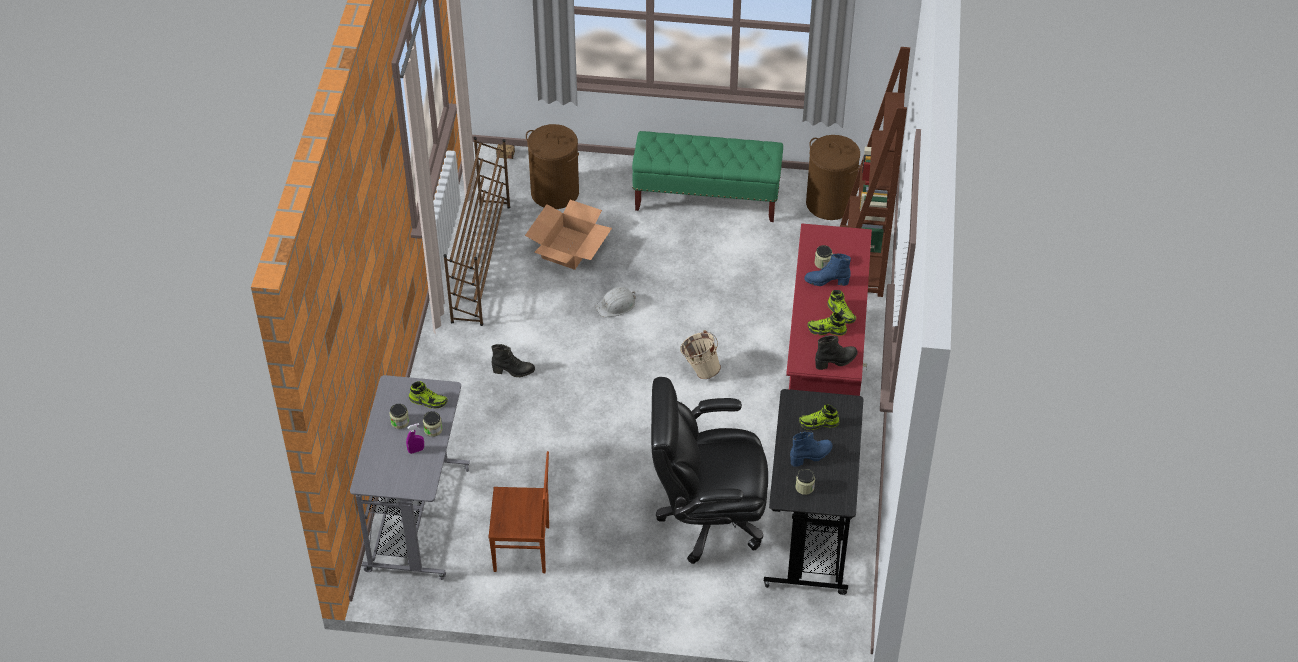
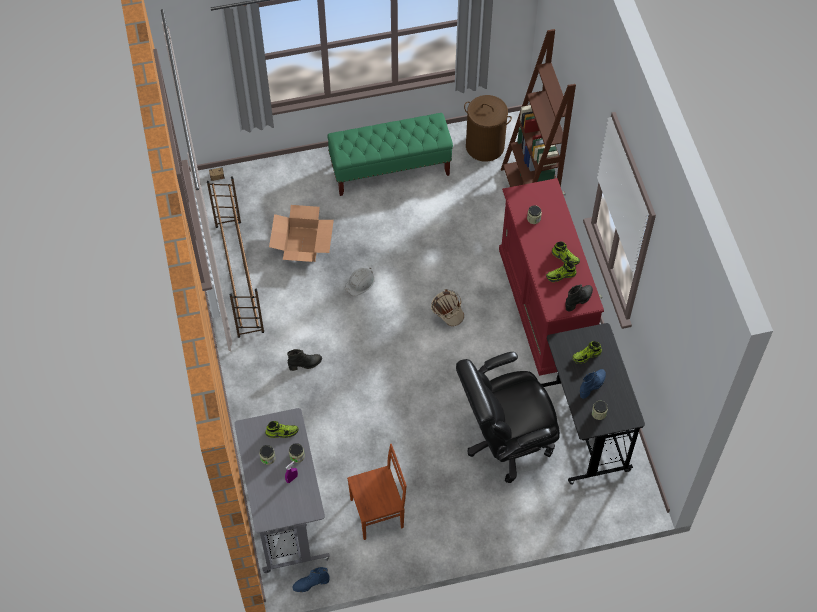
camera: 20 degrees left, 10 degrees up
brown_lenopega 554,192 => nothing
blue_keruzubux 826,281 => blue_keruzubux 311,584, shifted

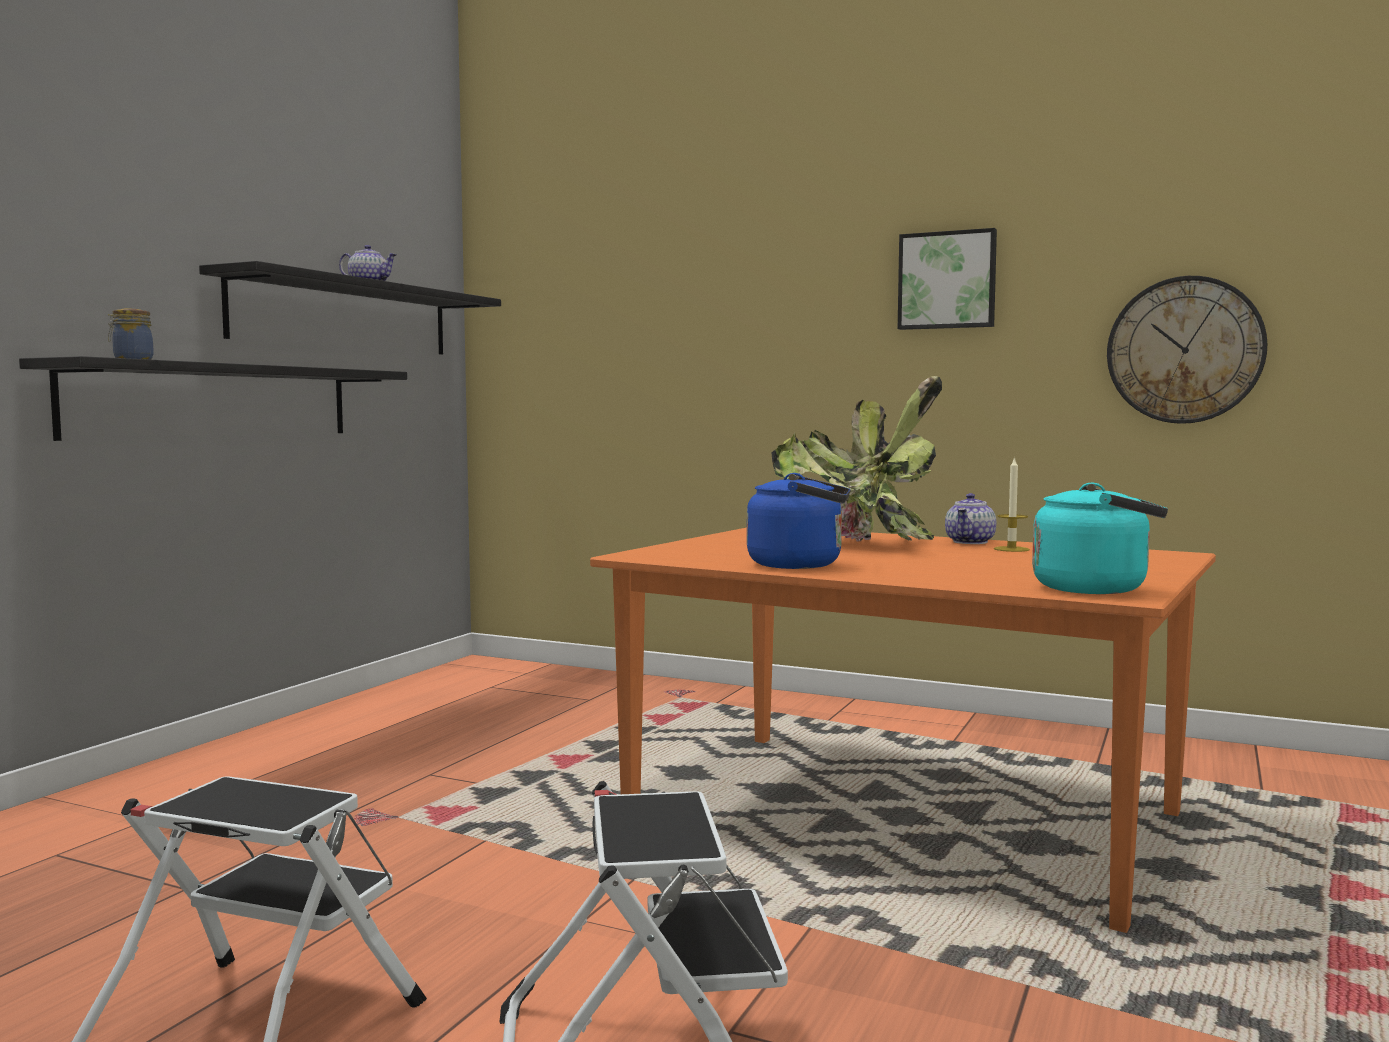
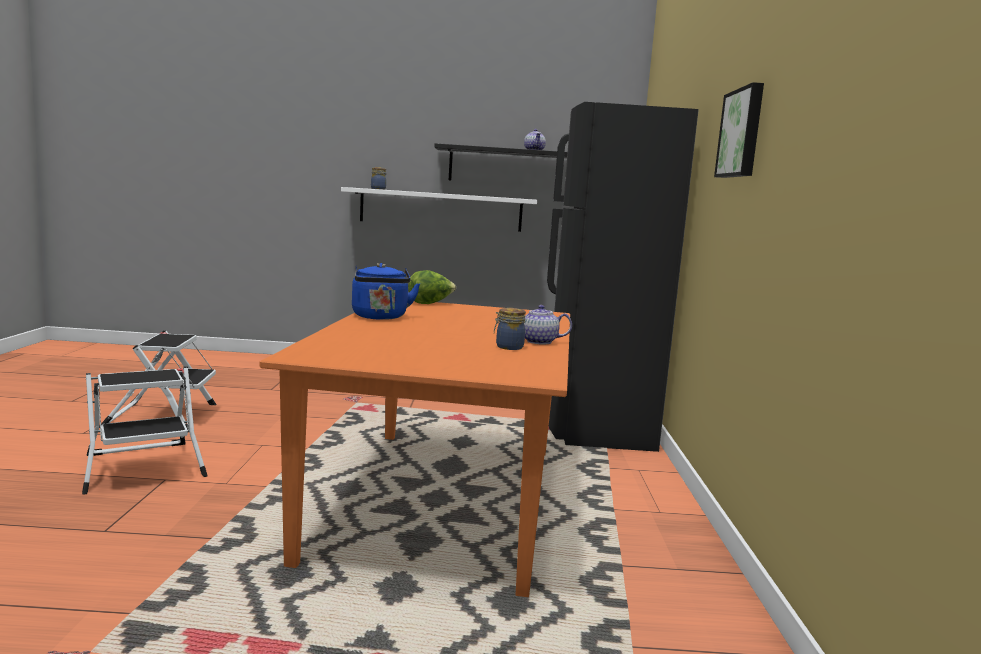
camera: 65 degrees right, 5 degrees up
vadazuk 1185,350 => nothing
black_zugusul 216,401 => white_zugusul 441,210
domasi 862,545 => nothing
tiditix 1011,549 => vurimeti 508,347
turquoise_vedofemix 1096,589 => nothing
nothing => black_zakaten 597,428
nothing => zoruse 430,303

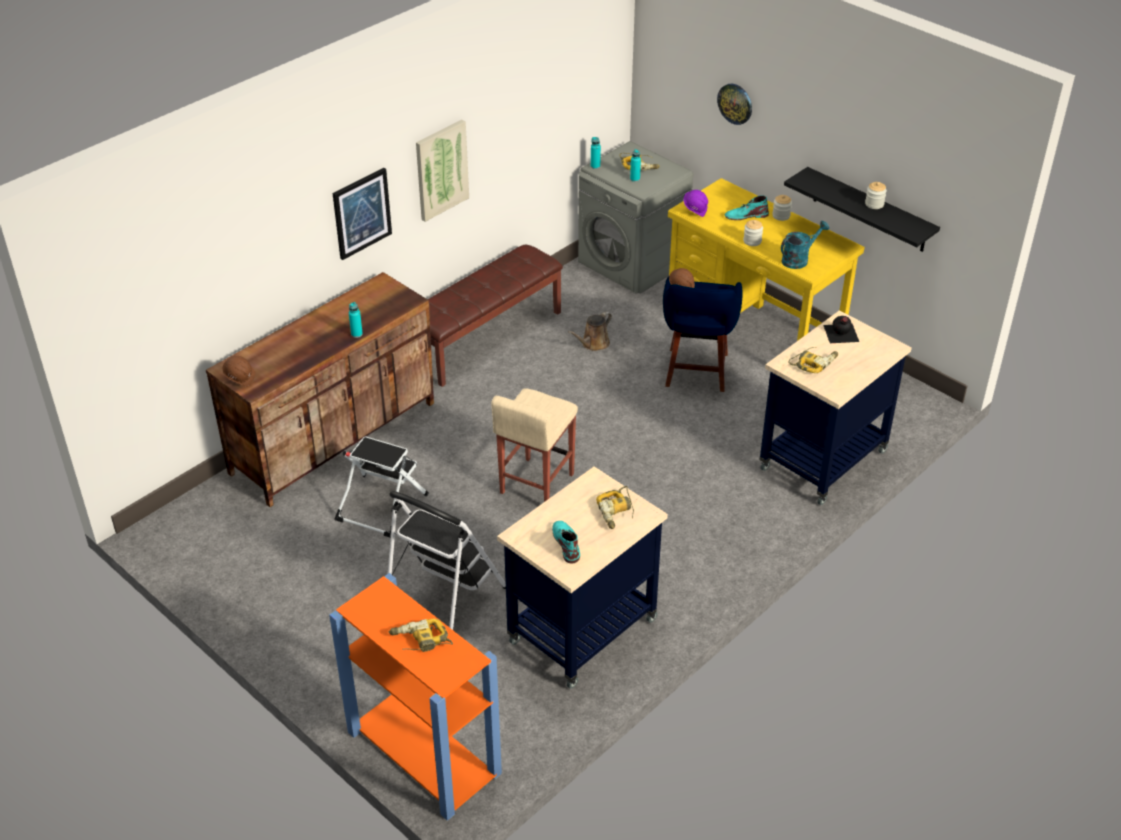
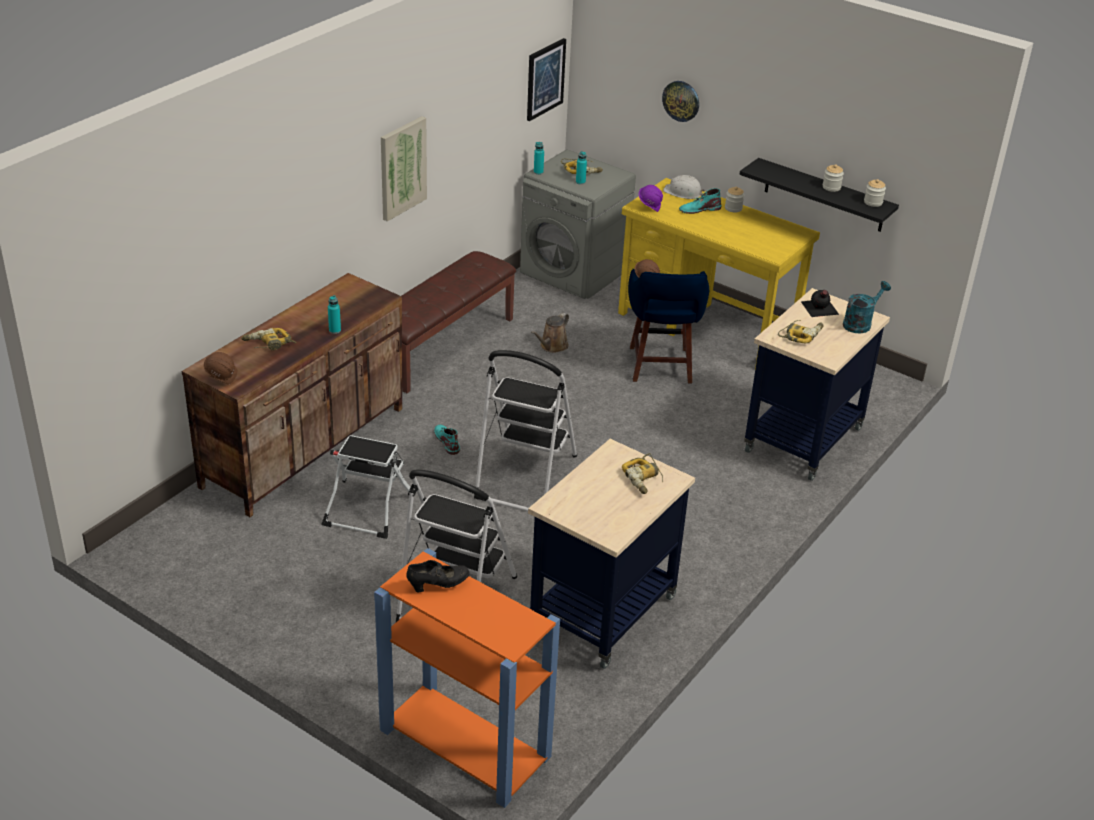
camera: 10 degrees left, 5 degrees down
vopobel 361,213 => vopobel 545,79, shifted
vurimeti 752,241 => vurimeti 873,202, shifted
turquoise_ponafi 799,259 => turquoise_ponafi 860,323, shifted
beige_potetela 536,484 => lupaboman 524,478
turquoise_keruzubux 566,543 => turquoise_keruzubux 447,441, shifted
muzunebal 420,641 => muzunebal 268,344, shifted
nothing => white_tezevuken 683,192
nothing => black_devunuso 438,585

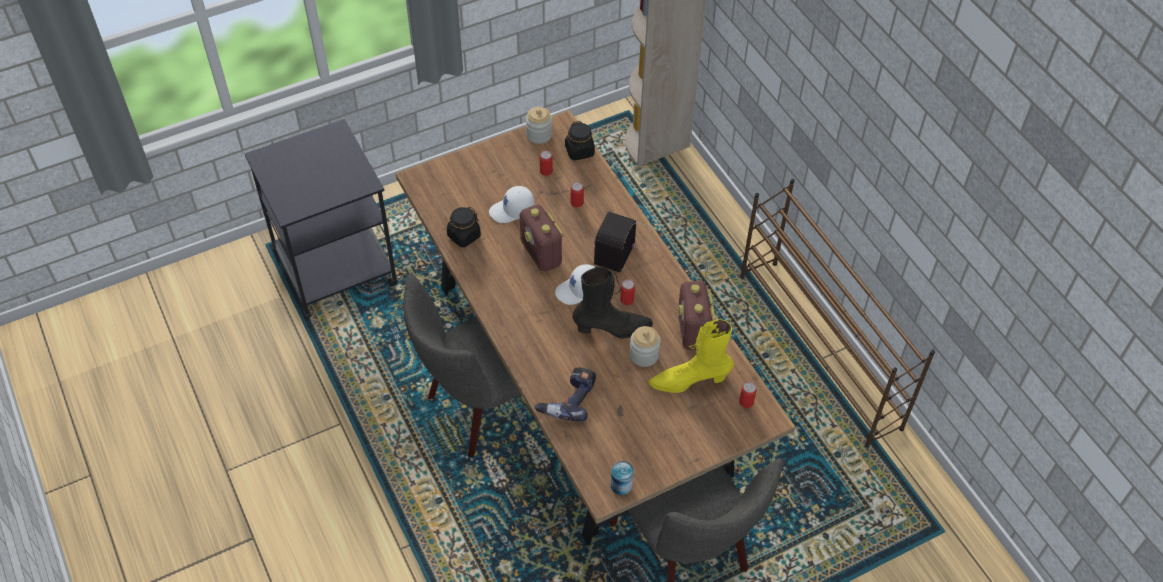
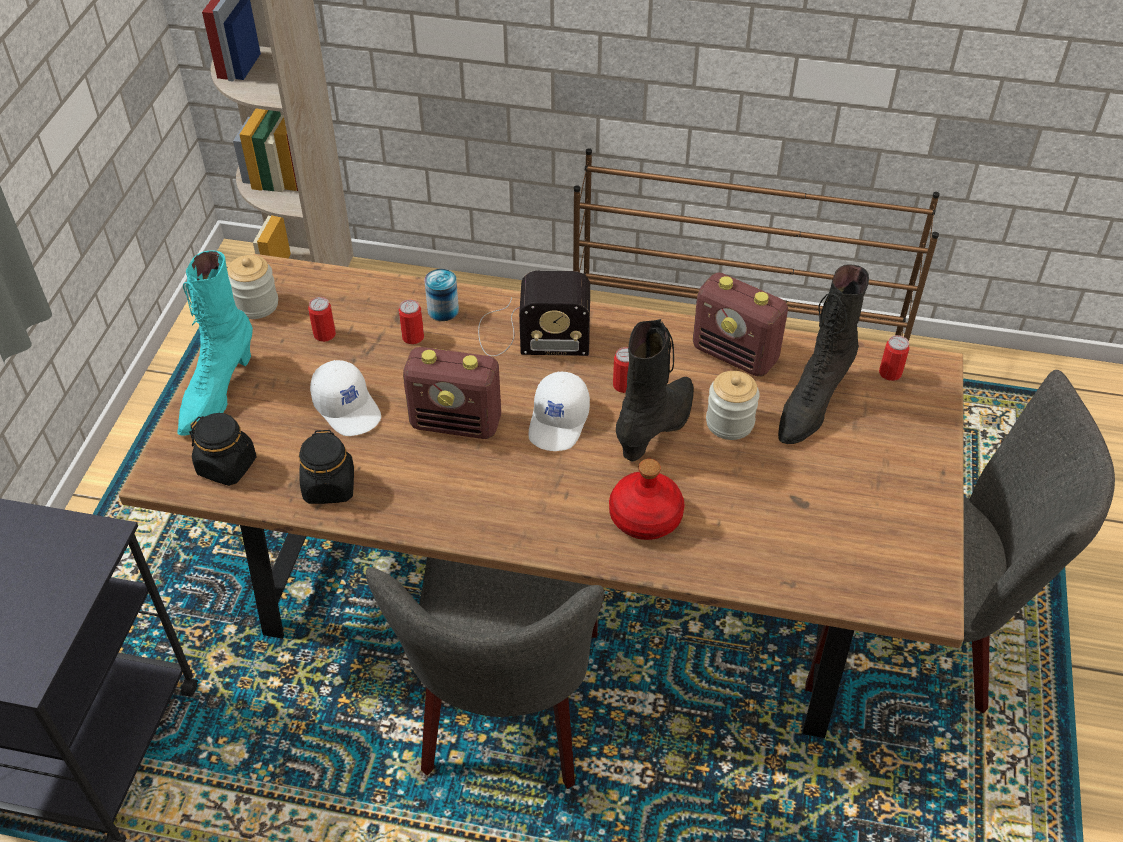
camera: 50 degrees left, 5 degrees down
black_vurimeti 579,151 => black_vurimeti 227,466, shifted
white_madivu 512,211 => white_madivu 348,408, 60 degrees counterclockwise
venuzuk 623,243 => venuzuk 530,334, 60 degrees counterclockwise
yellow_keruzubux 689,381 => black_keruzubux 811,405
muzunebal 567,399 => nothing
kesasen 621,485 => kesasen 443,310, shifted
nothing => turquoise_keruzubux 217,393
nothing => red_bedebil 645,516

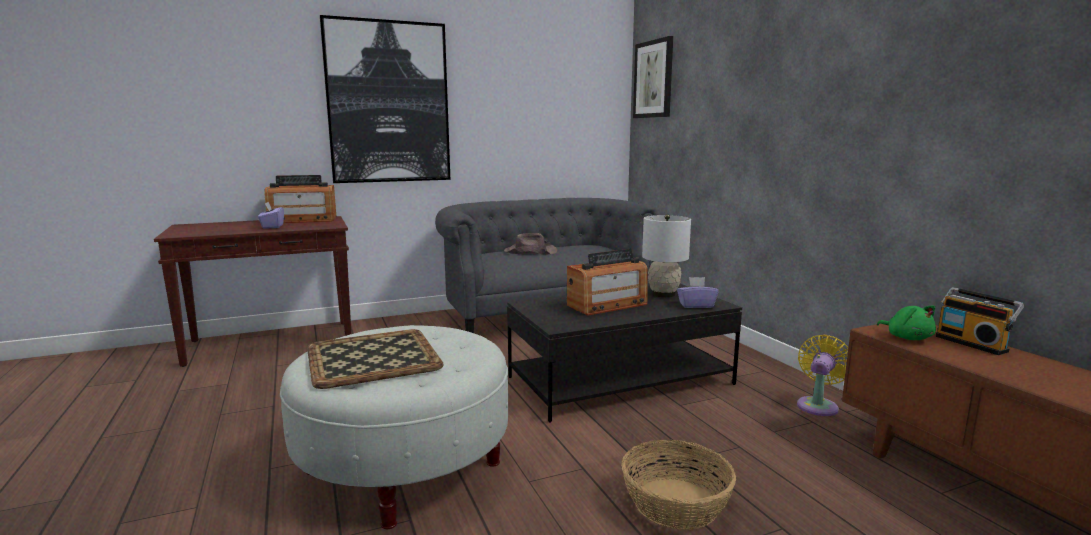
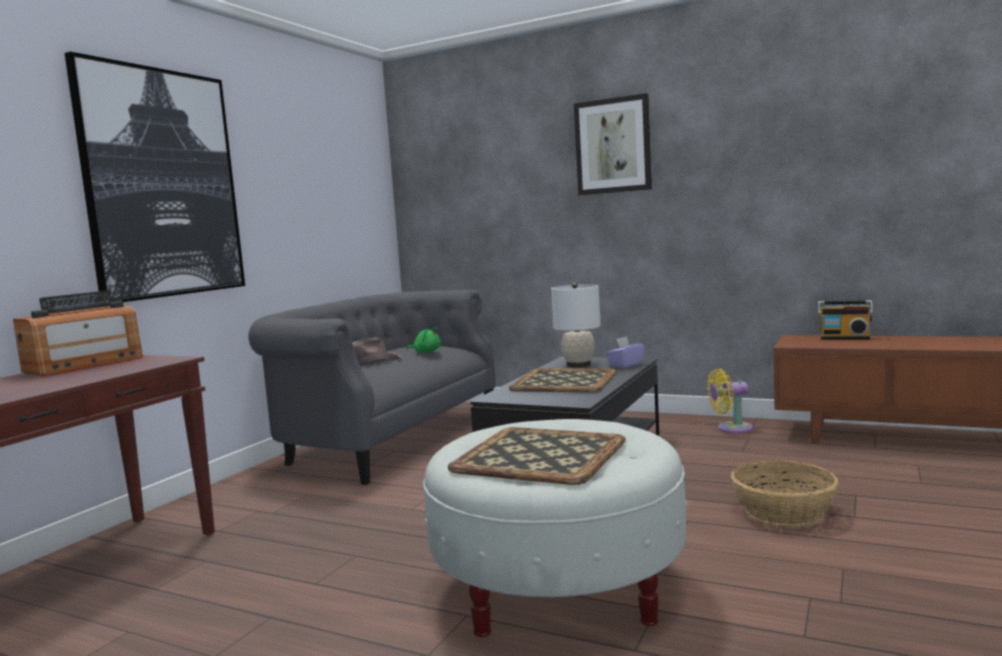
camera: 40 degrees left, 5 degrees down
vopobel 653,79 => vopobel 613,146, shifted
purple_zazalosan 272,226 => nothing
venuzuk 607,305 => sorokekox 564,381
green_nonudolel 907,337 => green_nonudolel 426,352, shifted
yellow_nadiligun 818,405 => yellow_nadiligun 731,428, 90 degrees counterclockwise

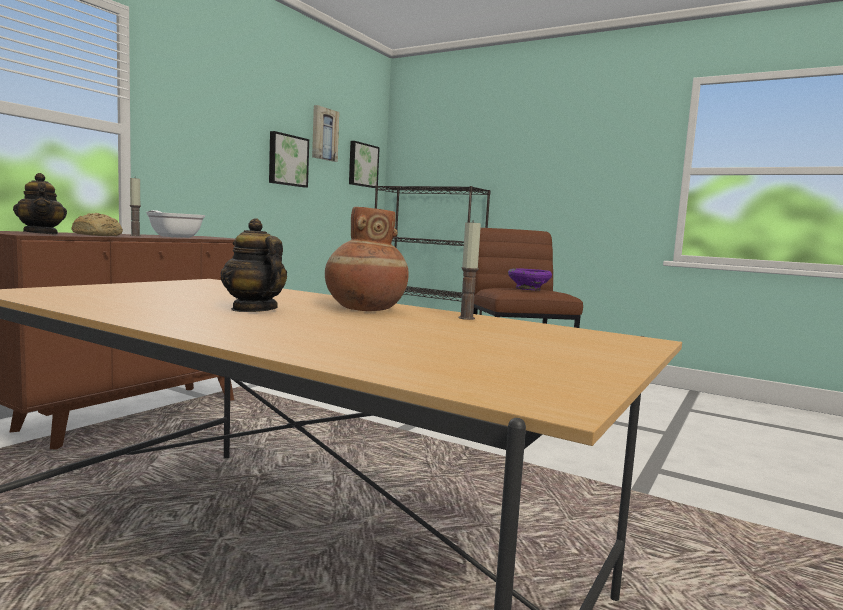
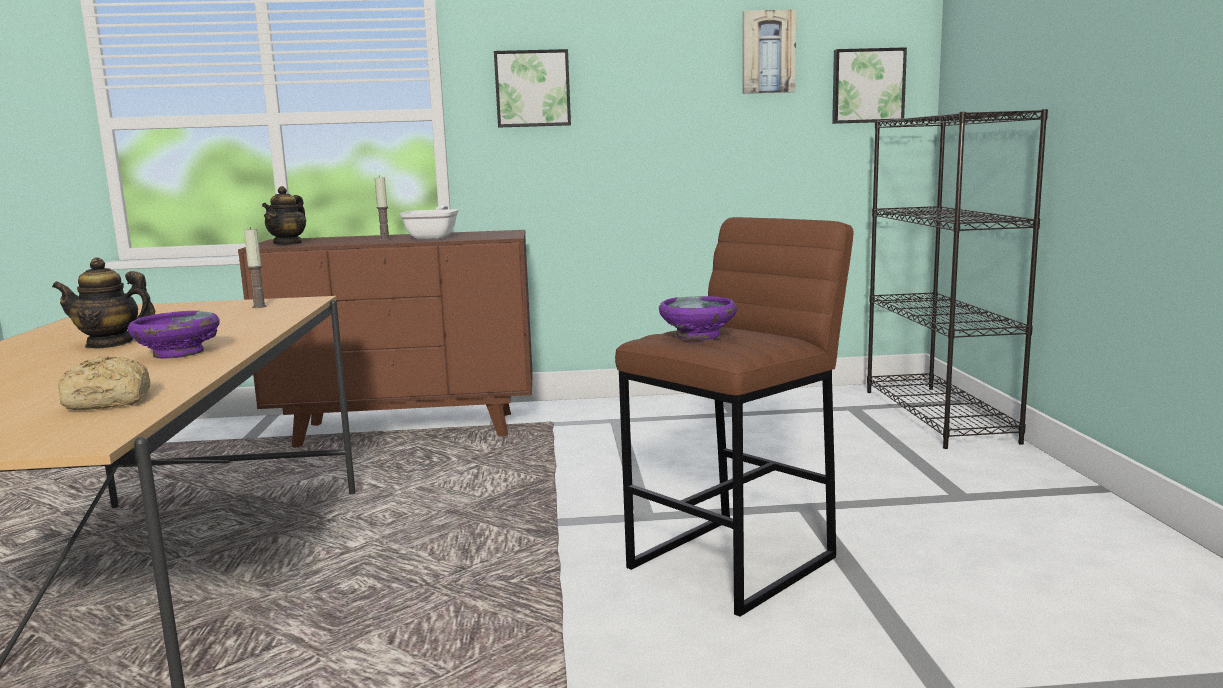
camera: 55 degrees right, 5 degrees up
vopobel 287,160 => vopobel 532,89, shifted
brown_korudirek 364,309 => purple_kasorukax 177,353
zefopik 98,235 => zefopik 111,401, shifted
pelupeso 253,309 => pelupeso 110,344, 105 degrees counterclockwise
tiditix 466,318 => tiditix 259,307, shifted

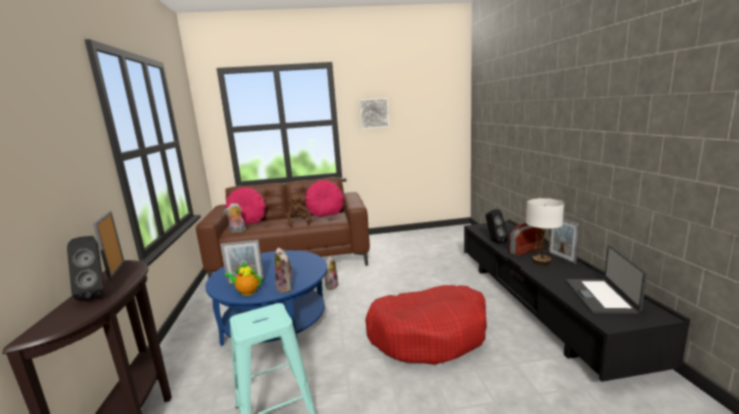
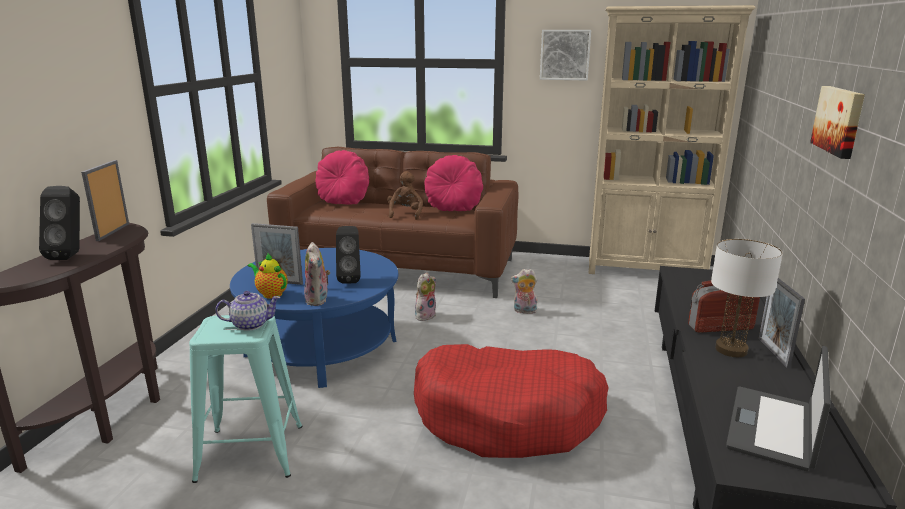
camera: 20 degrees right, 5 degrees up
nonudolel 237,231 => nonudolel 524,311, shifted
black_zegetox 494,241 => black_zegetox 350,279, shifted
nothing => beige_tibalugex 646,270
nothing => vopobel 840,120
nothing => pelupeso 250,324

